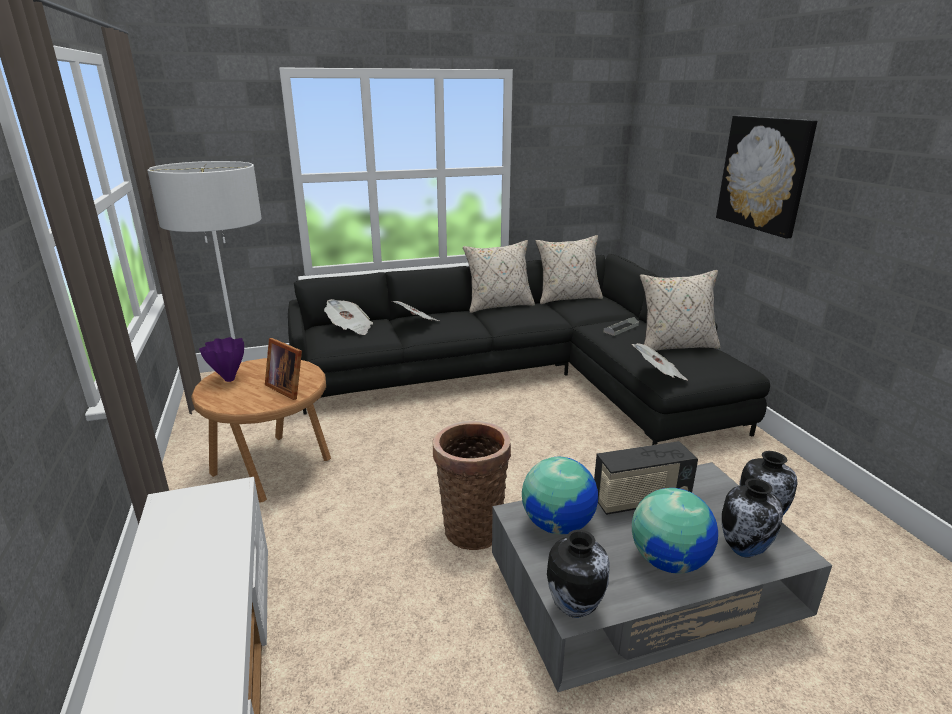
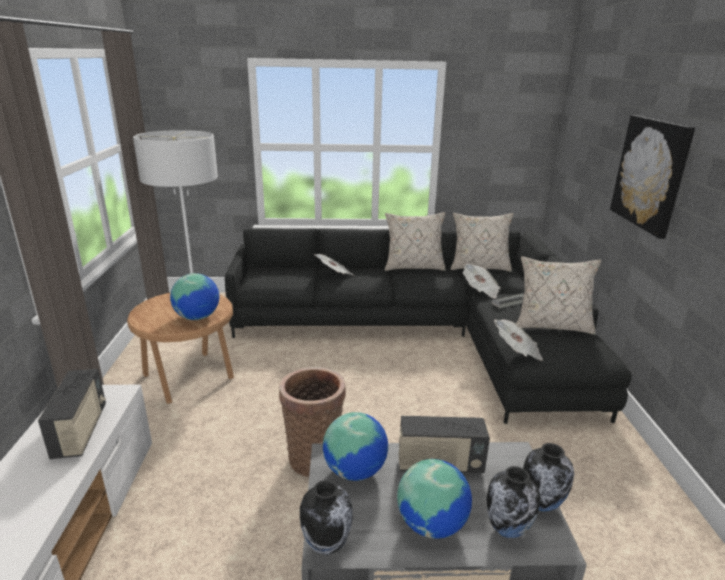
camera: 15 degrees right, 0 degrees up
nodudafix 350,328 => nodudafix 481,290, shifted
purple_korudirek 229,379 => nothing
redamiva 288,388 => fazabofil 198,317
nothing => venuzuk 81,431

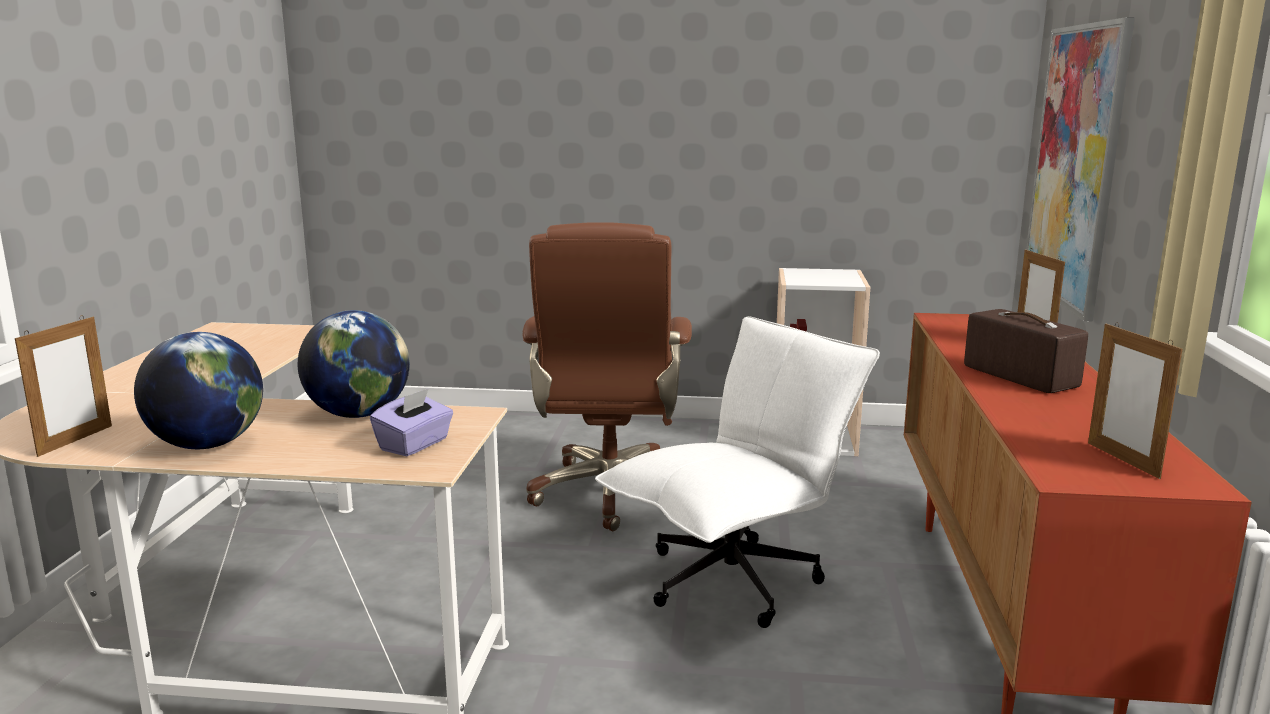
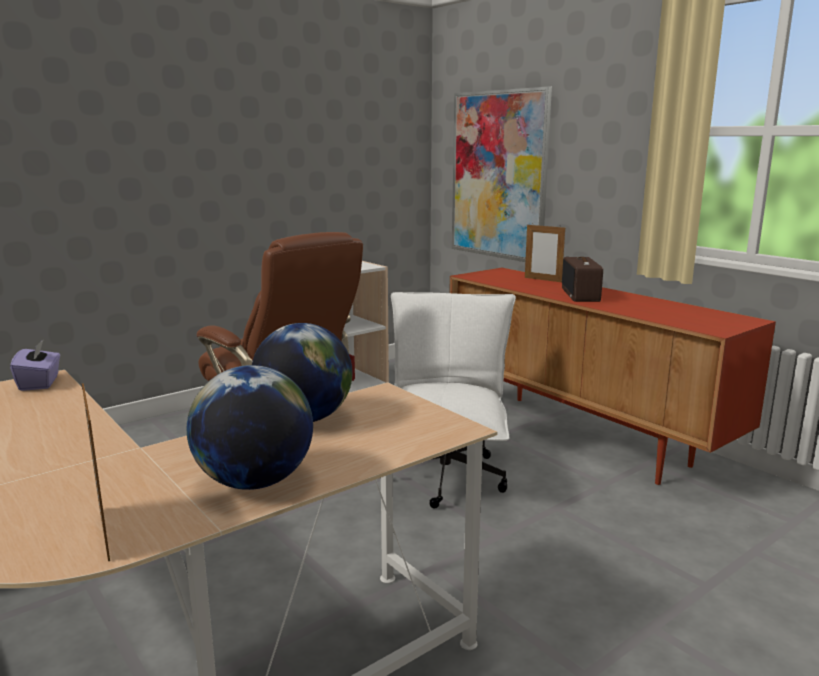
camera: 45 degrees left, 0 degrees up
venuzuk 1018,376 => venuzuk 581,295, 105 degrees counterclockwise
redamiva 1122,460 => nothing
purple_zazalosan 415,445 => purple_zazalosan 40,383, shifted

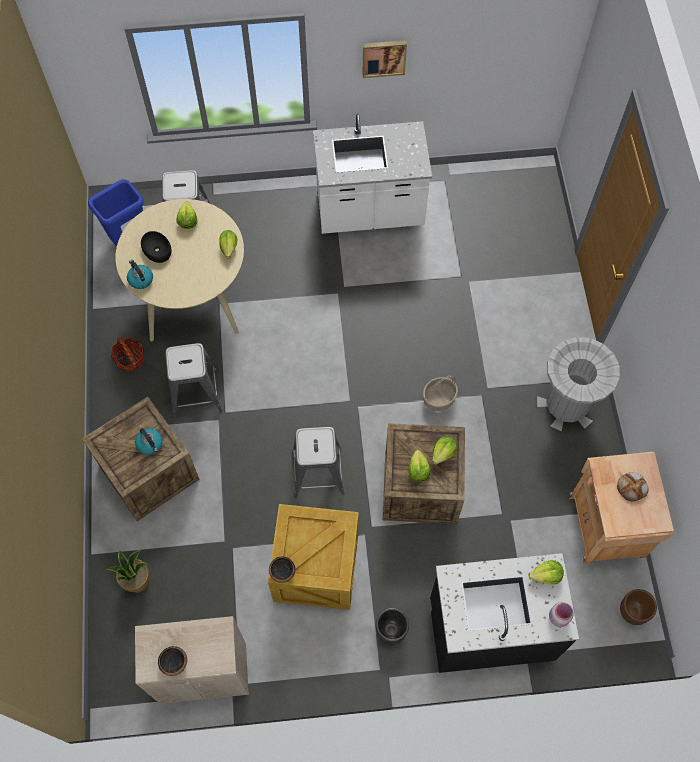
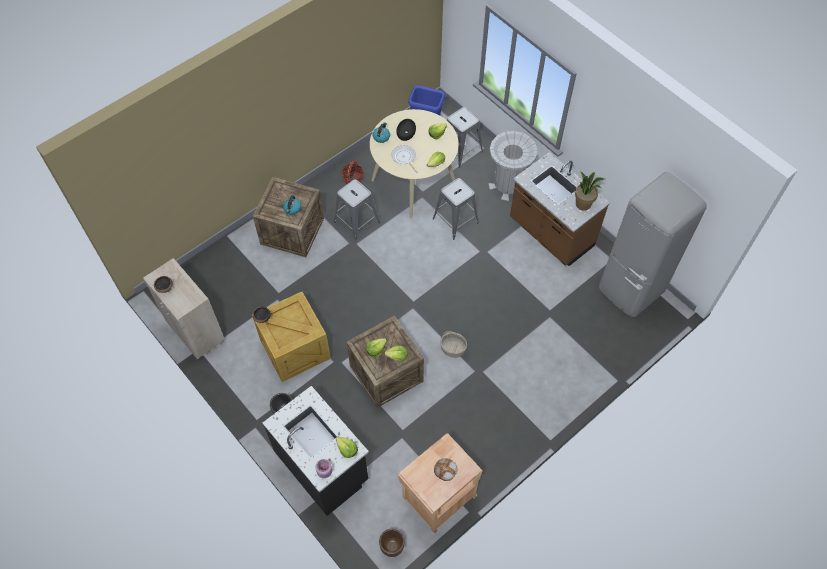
camera: 55 degrees right, 5 degrees down
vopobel 384,57 => nothing
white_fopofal 370,213 => brown_fopofal 550,234
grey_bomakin 566,405 => grey_bomakin 508,184, shifted
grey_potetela 317,472 => grey_potetela 455,220, shifted
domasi 138,581 => domasi 583,204, shifted
nothing => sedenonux 404,157
nothing => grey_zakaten 630,290

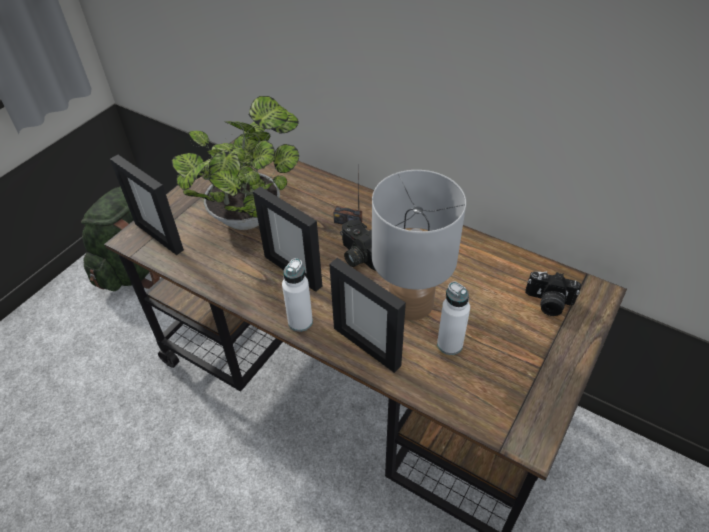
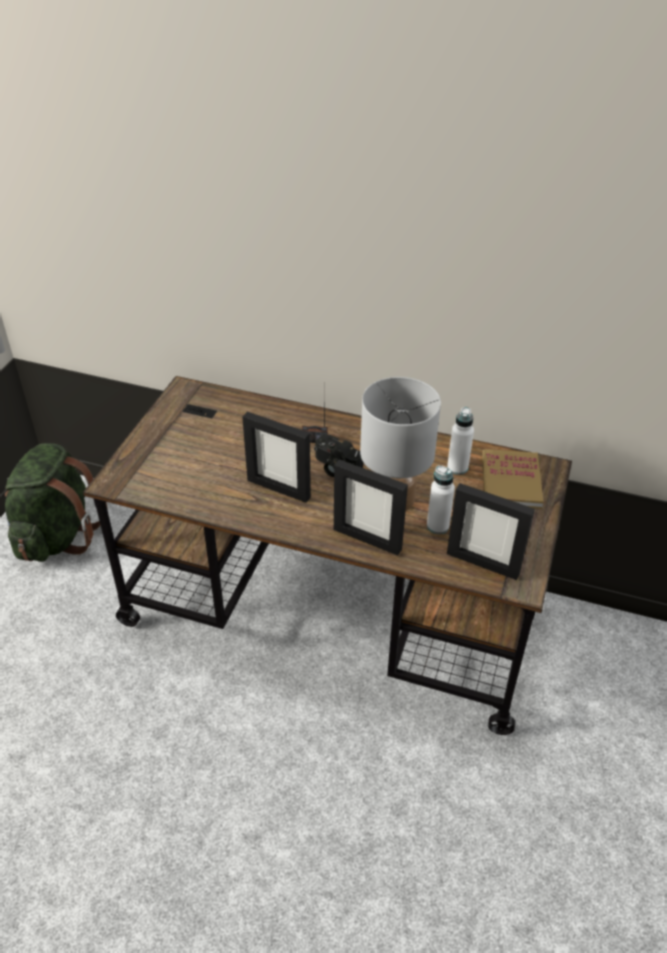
camera: 15 degrees left, 5 degrees down
domasi 250,214 => nothing
redamiva 160,236 => redamiva 483,562, shifted
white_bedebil 300,322 => white_bedebil 457,468, shifted
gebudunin 548,303 => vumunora 510,481

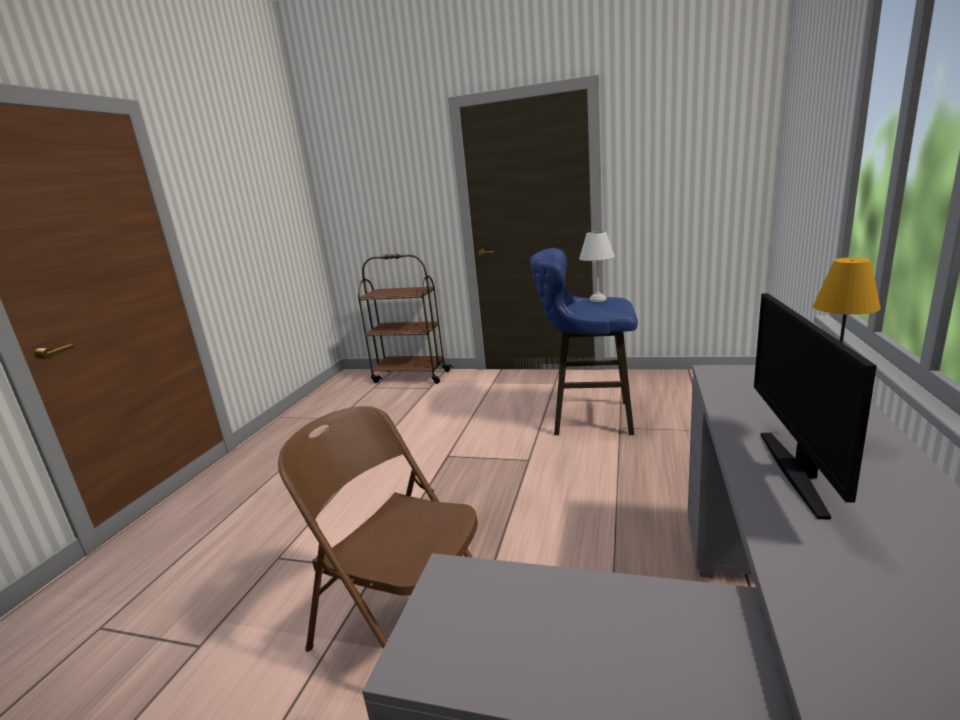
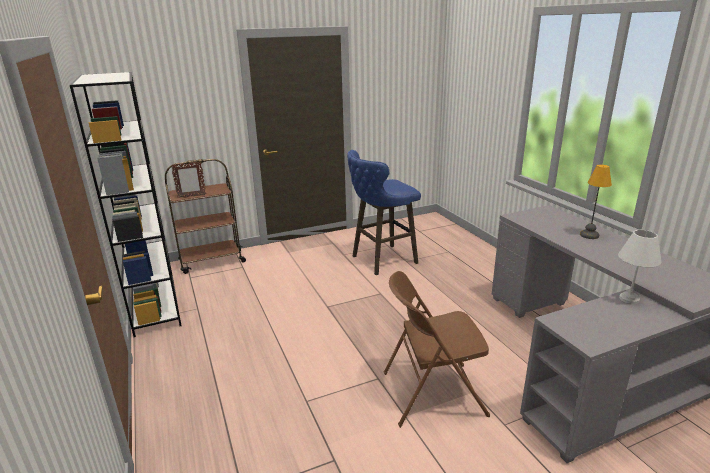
camera: 40 degrees left, 5 degrees up
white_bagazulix 597,300 => white_bagazulix 630,299, shifted
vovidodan 796,471 => nothing
nothing => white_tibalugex 155,307
nothing => redamiva 191,196

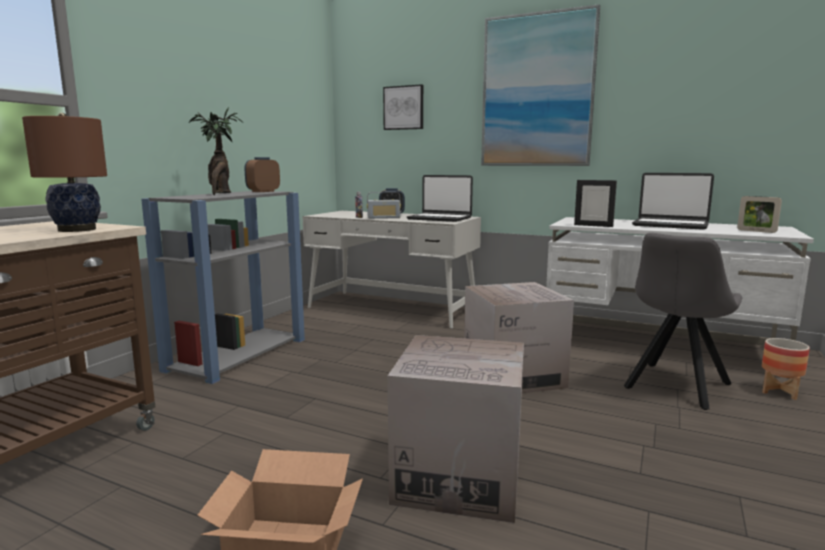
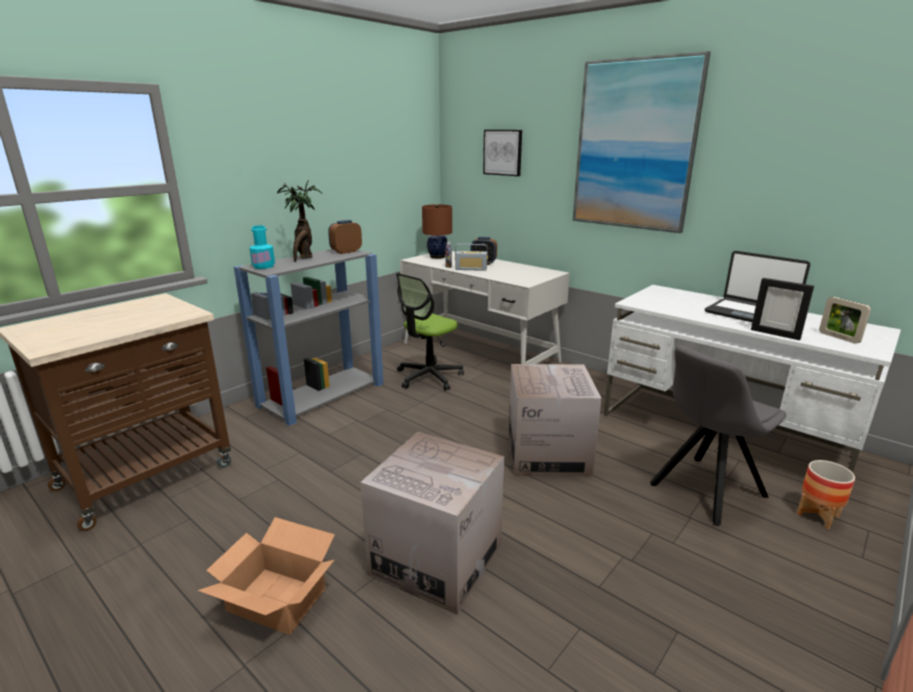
camera: 15 degrees right, 10 degrees up
brown_bagazulix 77,230 => brown_bagazulix 437,257, shifted
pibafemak 439,218 => nothing
redamiva 593,225 => redamiva 775,334, shifted
nothing => turquoise_bedebil 263,266
nothing => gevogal 429,377

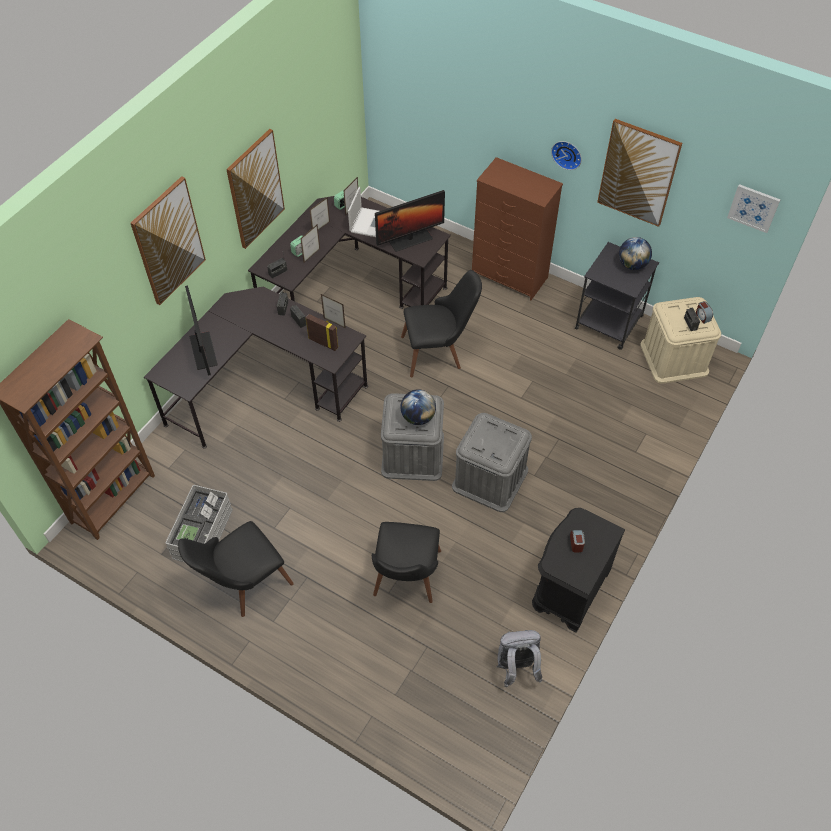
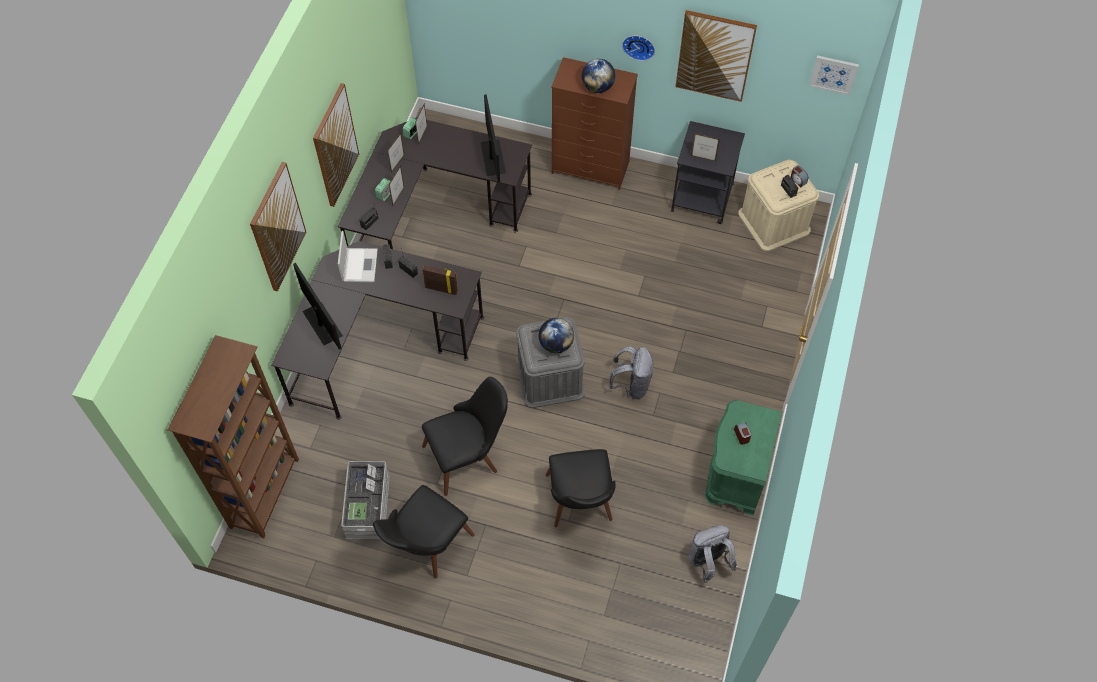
camera: 15 degrees left, 5 degrees up
pibafemak 368,222 => pibafemak 359,264, shifted
vovidodan 410,239 => vovidodan 493,157, 60 degrees counterclockwise
fazabofil 632,265 => fazabofil 597,87, shifted
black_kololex 439,351 => black_kololex 469,455, shifted
redamiva 334,323 => redamiva 703,158, shifted
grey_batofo 490,478 => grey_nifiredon 631,385
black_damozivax 568,588 => green_damozivax 734,475

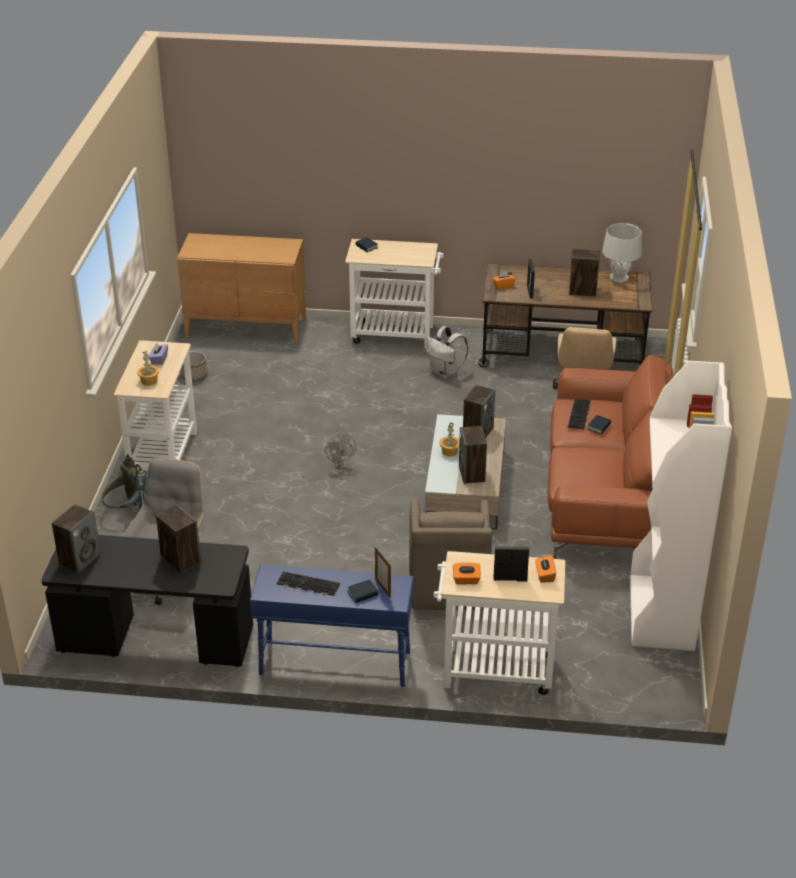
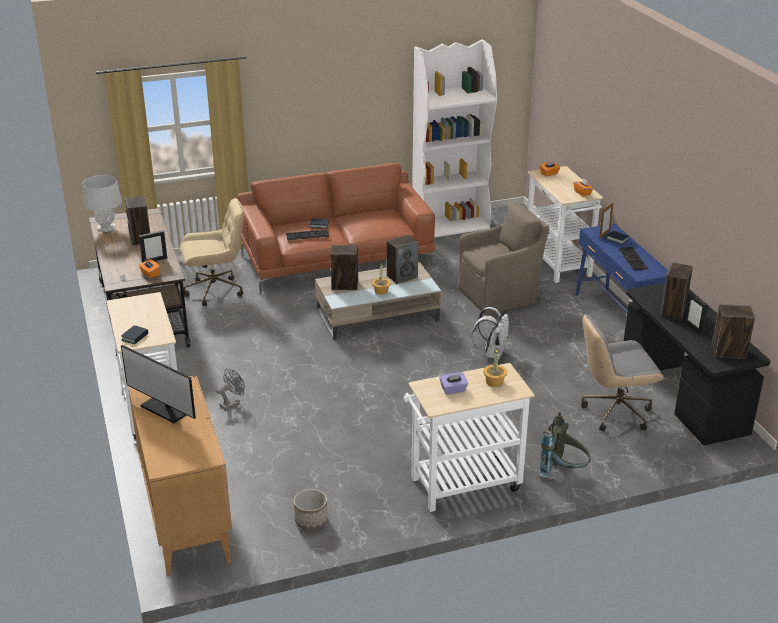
camera: 115 degrees left, 5 degrees down
white_nifiredon 445,372 => white_nifiredon 492,354, shifted
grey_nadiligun 340,466 => grey_nadiligun 232,403, shifted
redamiva 510,579 => redamiva 693,327, shifted
nothing => vovidodan 165,409

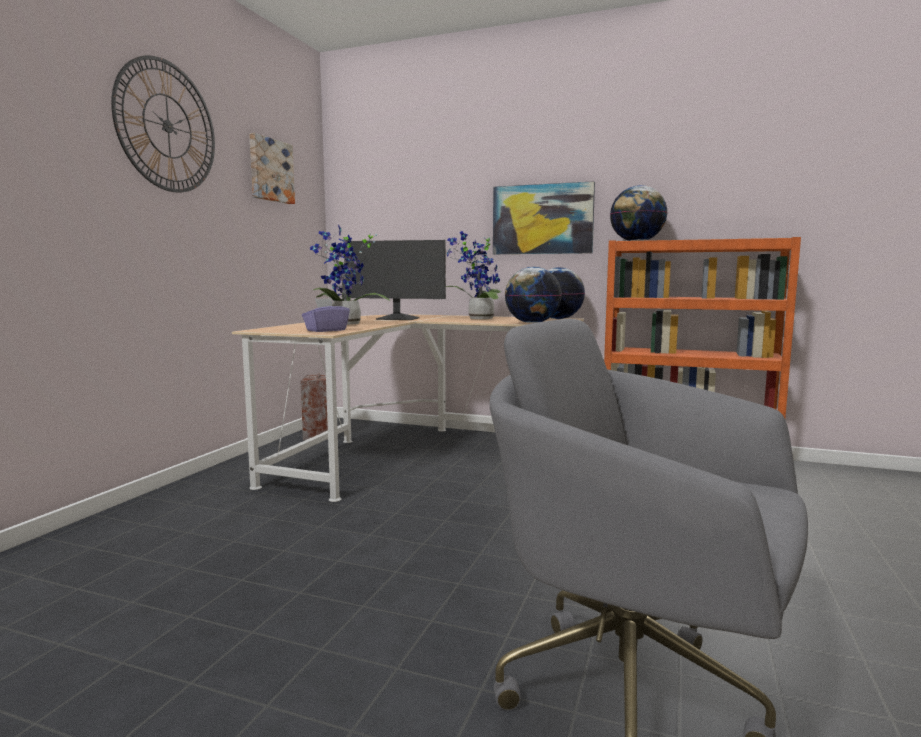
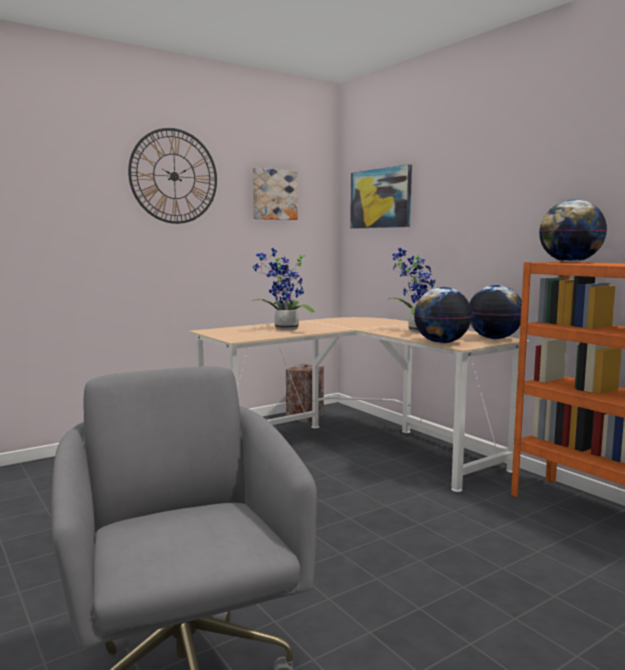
camera: 35 degrees right, 0 degrees up
vopobel 542,219 => vopobel 380,198, shifted
vovidodan 397,319 => nothing
purple_zazalosan 326,330 => nothing

